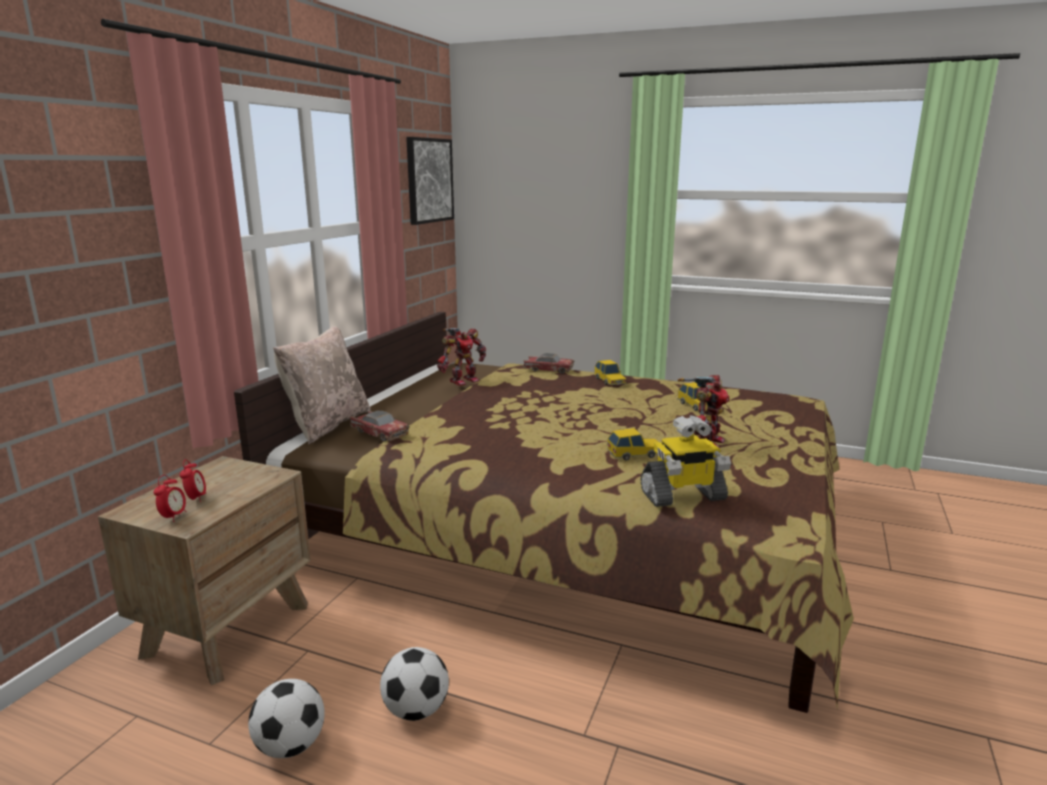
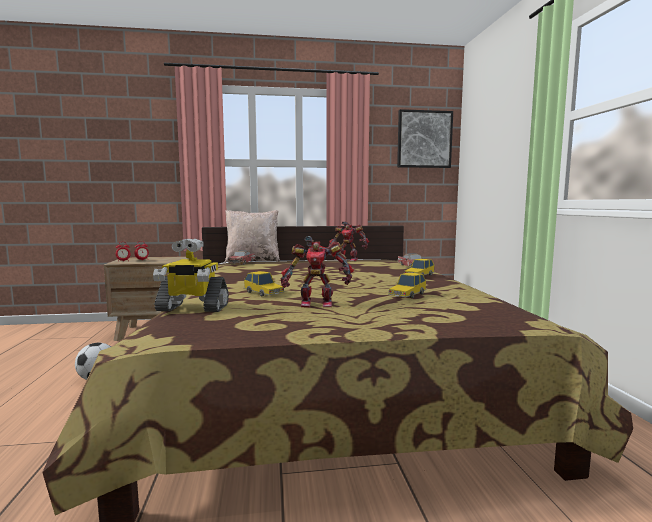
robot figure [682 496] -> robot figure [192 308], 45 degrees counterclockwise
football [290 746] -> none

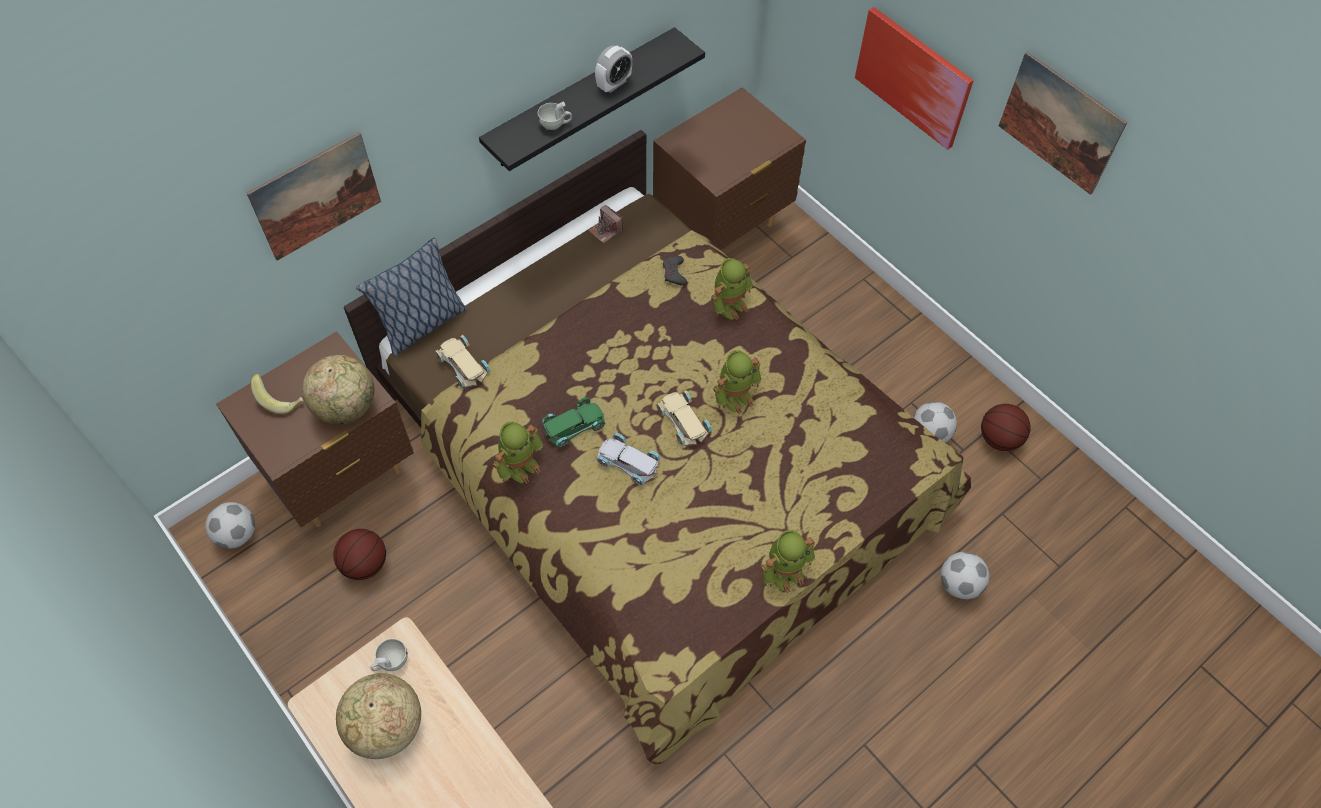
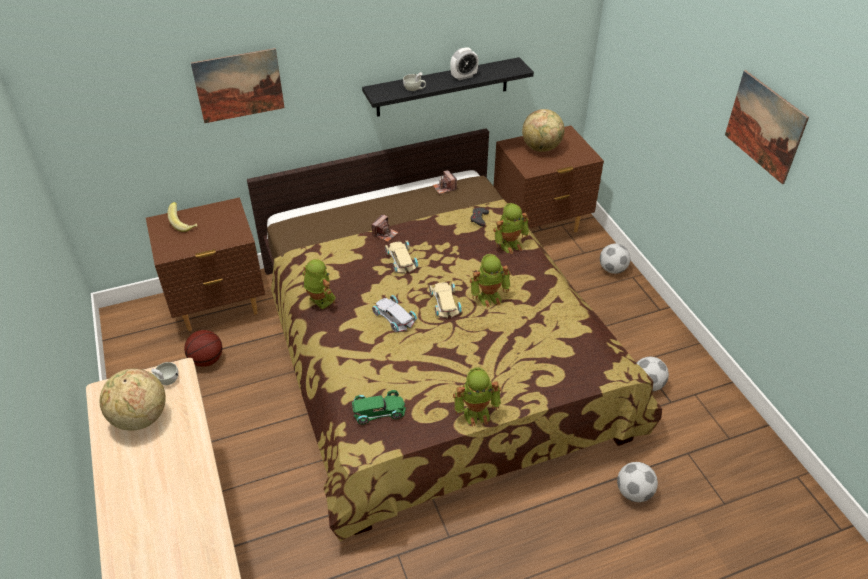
wall picture [913 77] -> none
throw pillow [422 325] -> none
sand-coloured toy car [463 363] -> sand-coloured toy car [401 259], moved
globe [346 407] -> globe [541 148], moved
green-coloured toy car [575 425] -> green-coloured toy car [379 411], moved
basketball [999 439] -> none
robot figure [520 465] -> robot figure [319 301], 105 degrees counterclockwise
football [237 535] -> football [612 269], moved
none -> still camera [385 234]

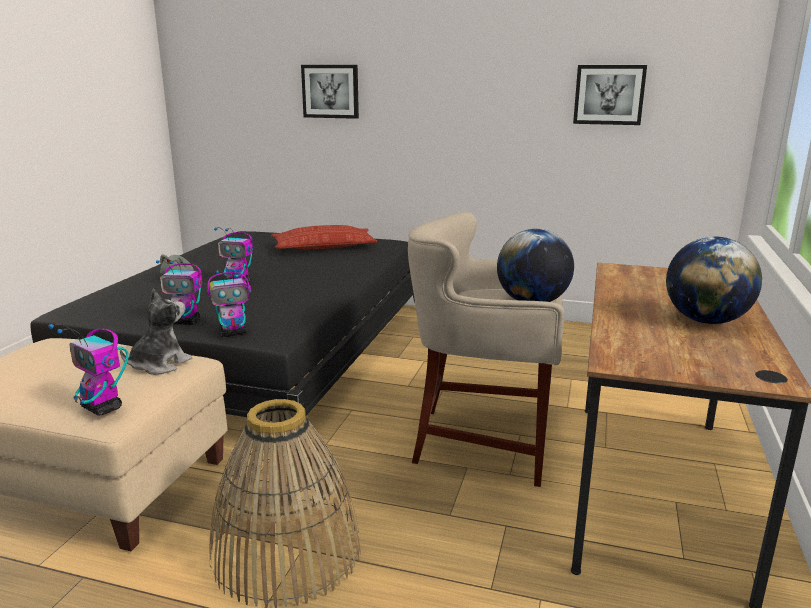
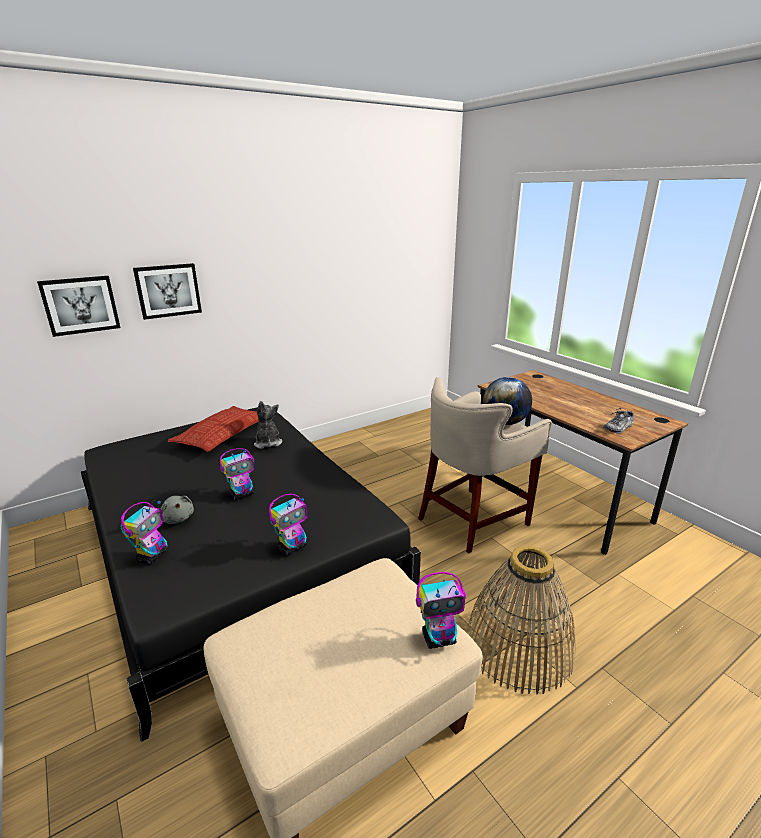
wall picture [609 94] -> wall picture [80 305], moved
globe [706 321] -> none
robot figure [233 333] -> robot figure [153 556], moved
cuddly toy [159 365] -> cuddly toy [268 443], moved
none -> shoe [618 428]

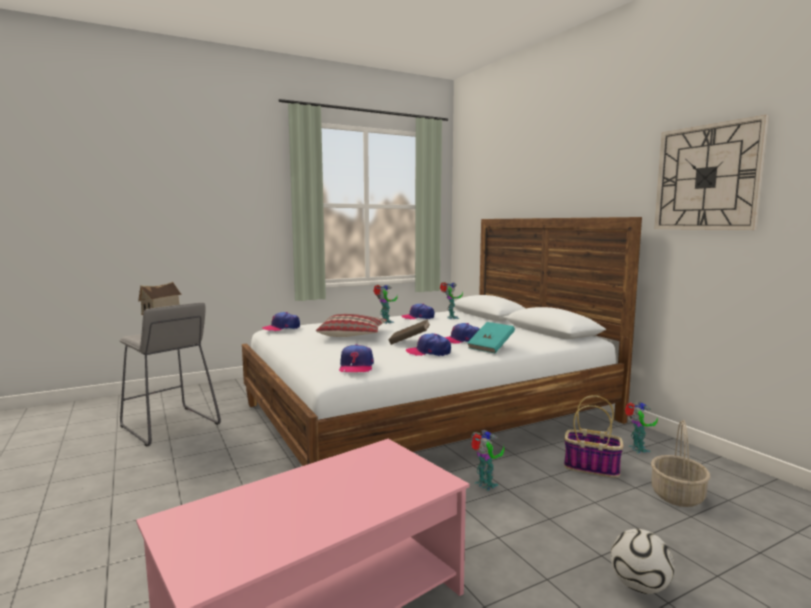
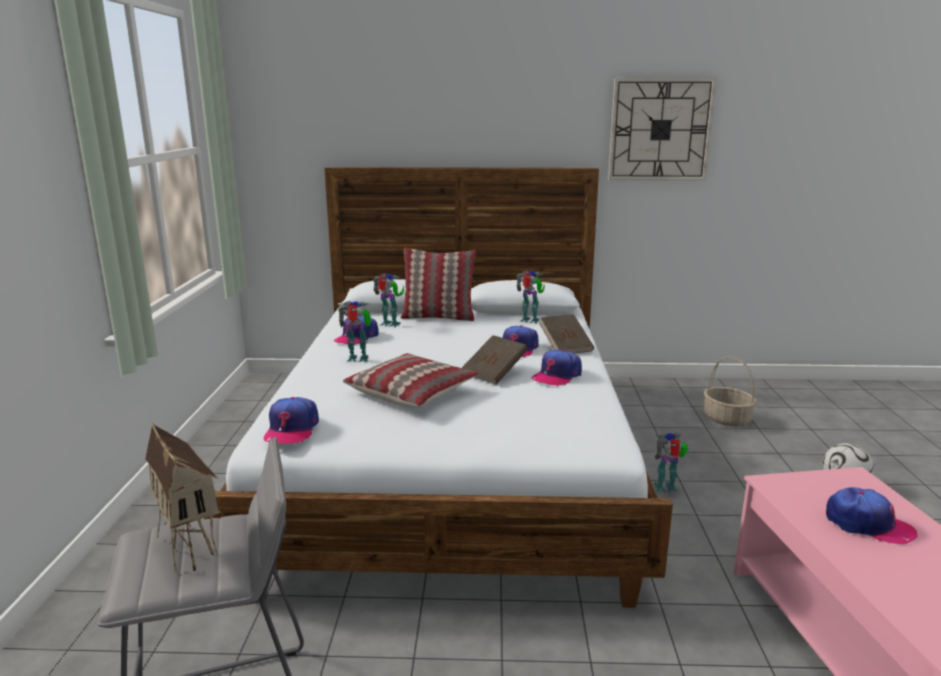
blue-green bound book [491 347] -> brown bound book [565 346]
cap [356 367] -> cap [868 524], moved
household basket [592 467] -> none
robot figure [637 449] -> robot figure [530 321], moved
none -> throw pillow [438 317]

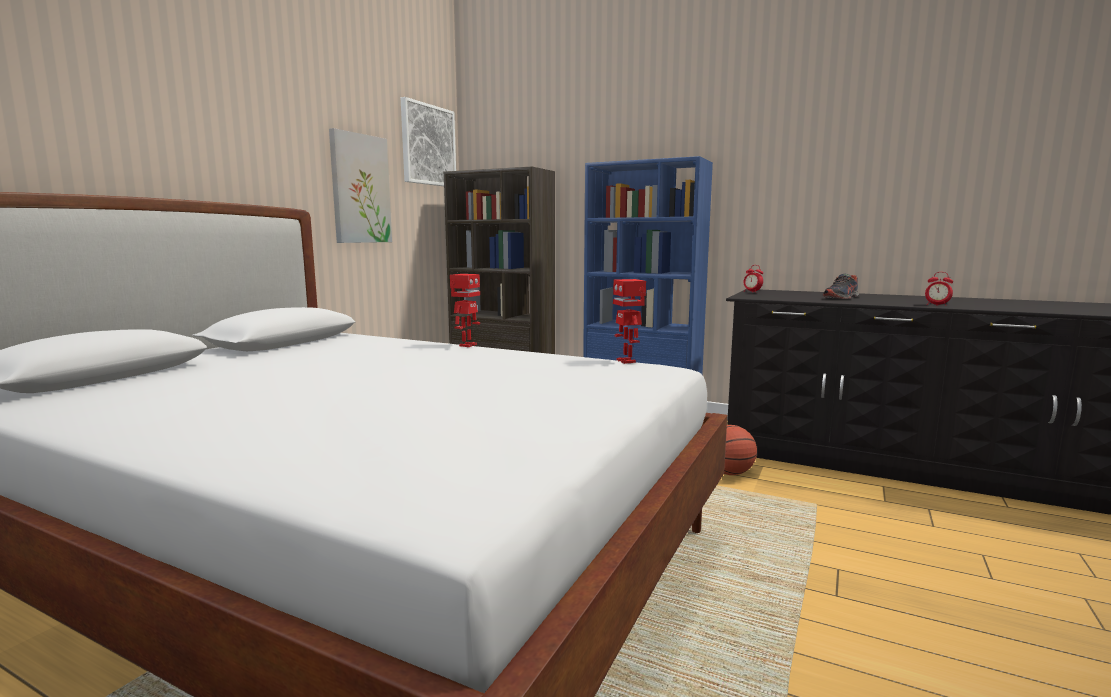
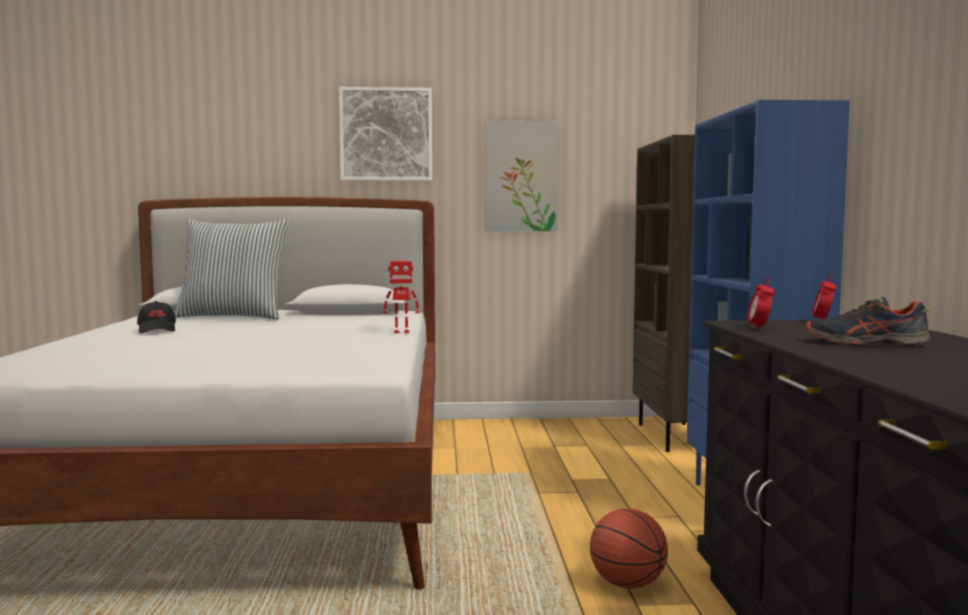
wall picture [428 145] -> wall picture [386 134], moved
bedside clock [937 305] -> bedside clock [759 328], moved
robot figure [627 361] -> none
none -> throw pillow [233 317]
none -> black cap [157 330]

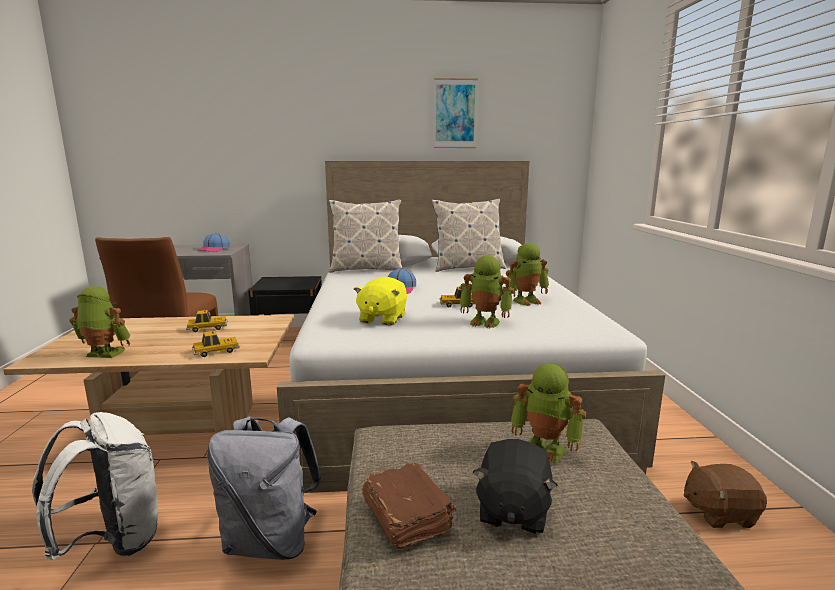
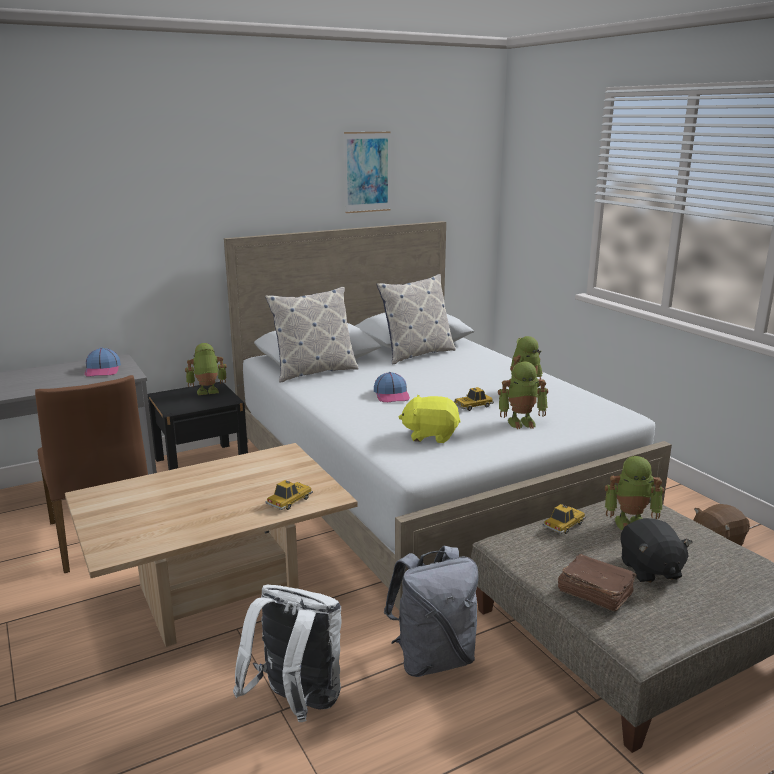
yellow cuddly toy [382 319] -> yellow cuddly toy [430 435], 105 degrees clockwise
robot figure [103 354] -> robot figure [207 392], moved
toy car [207 328] -> toy car [563 525], moved

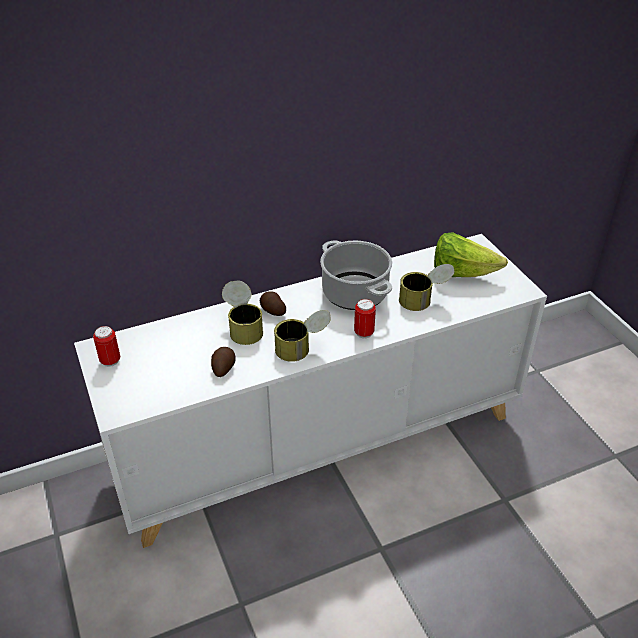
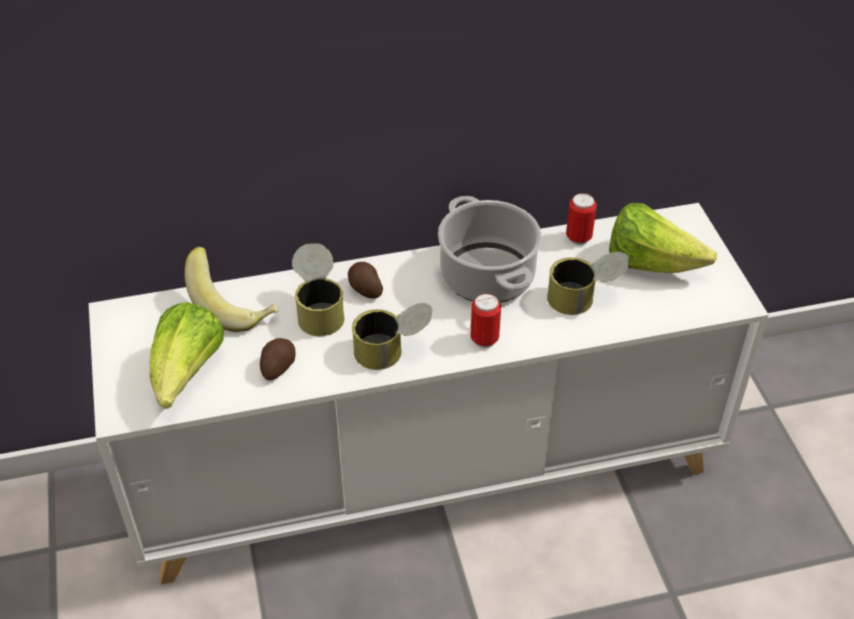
metal can [110 361] -> metal can [578 238], moved
none -> banana [234 307]
none -> head of lettuce [187 375]

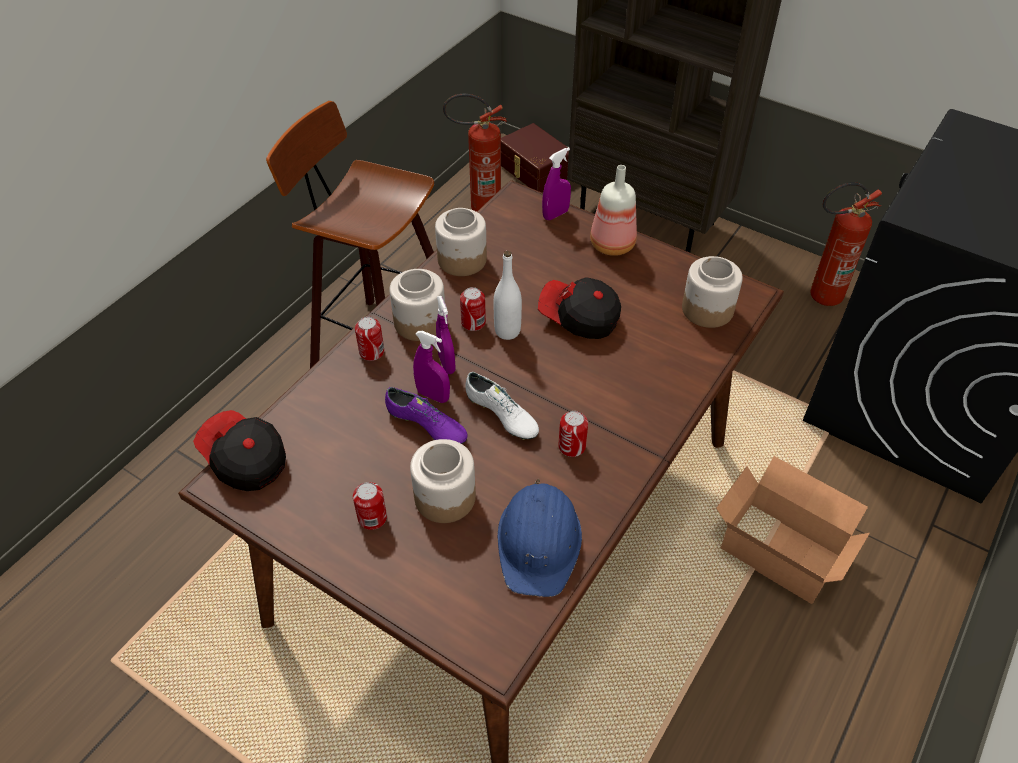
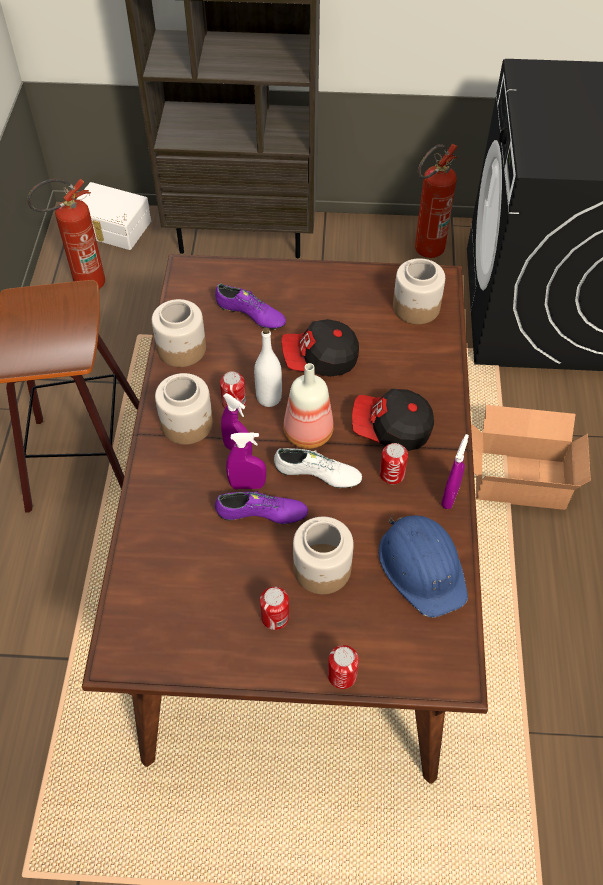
brown storage bin [534 170] -> whitish storage bin [112 228]
purple-coloured sprayer [555 214] -> purple-coloured sprayer [450 496], moved
beverage bottle [611 245] -> beverage bottle [308 434], moved
metal can [371 352] -> metal can [342 675], moved
cap [244 460] -> cap [391 429], moved
none -> purple-coloured shoe [251 315]

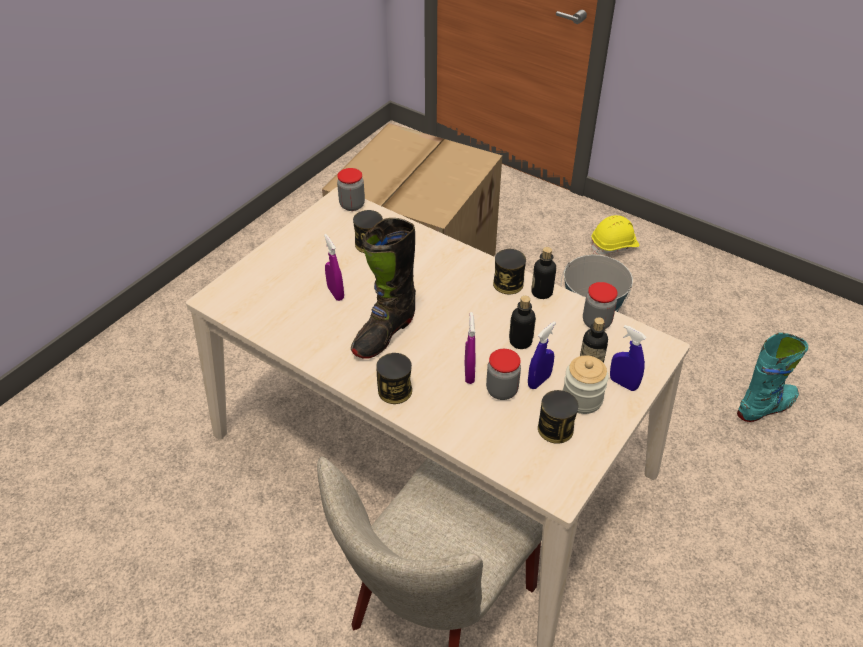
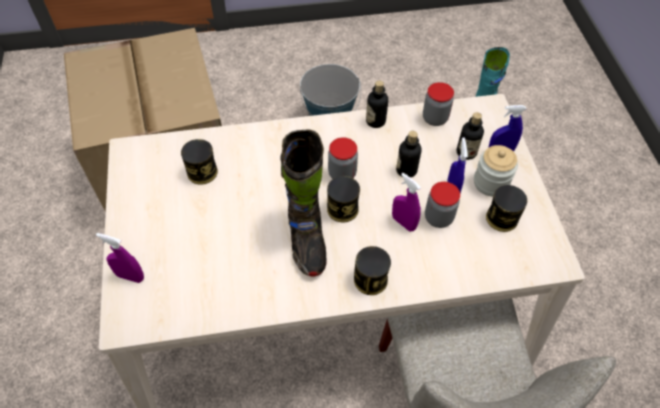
jar [352 205] -> jar [342 174], moved
yellow safety helmet [614 245] -> none
purple-coloured sprayer [335 293] -> purple-coloured sprayer [130 276], moved
metal can [508 284] -> metal can [342 209], moved

